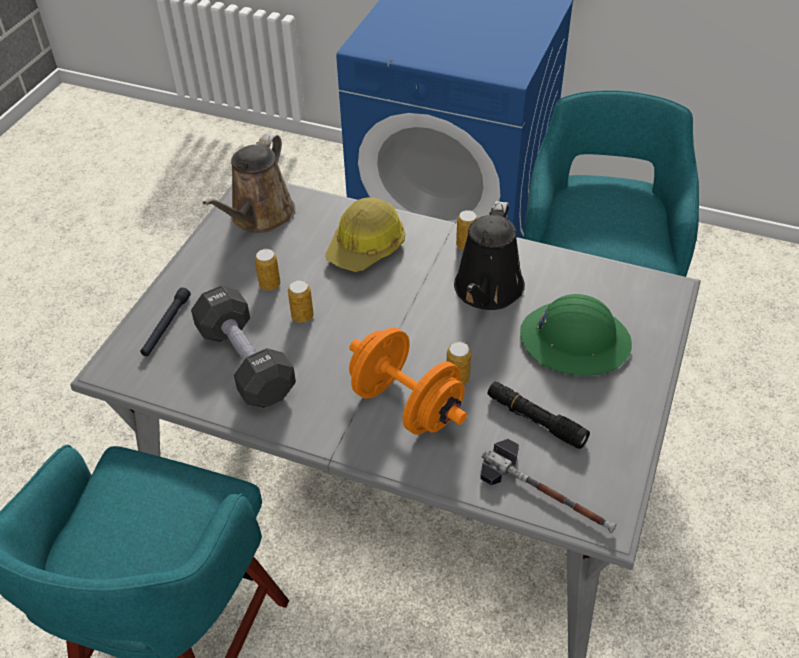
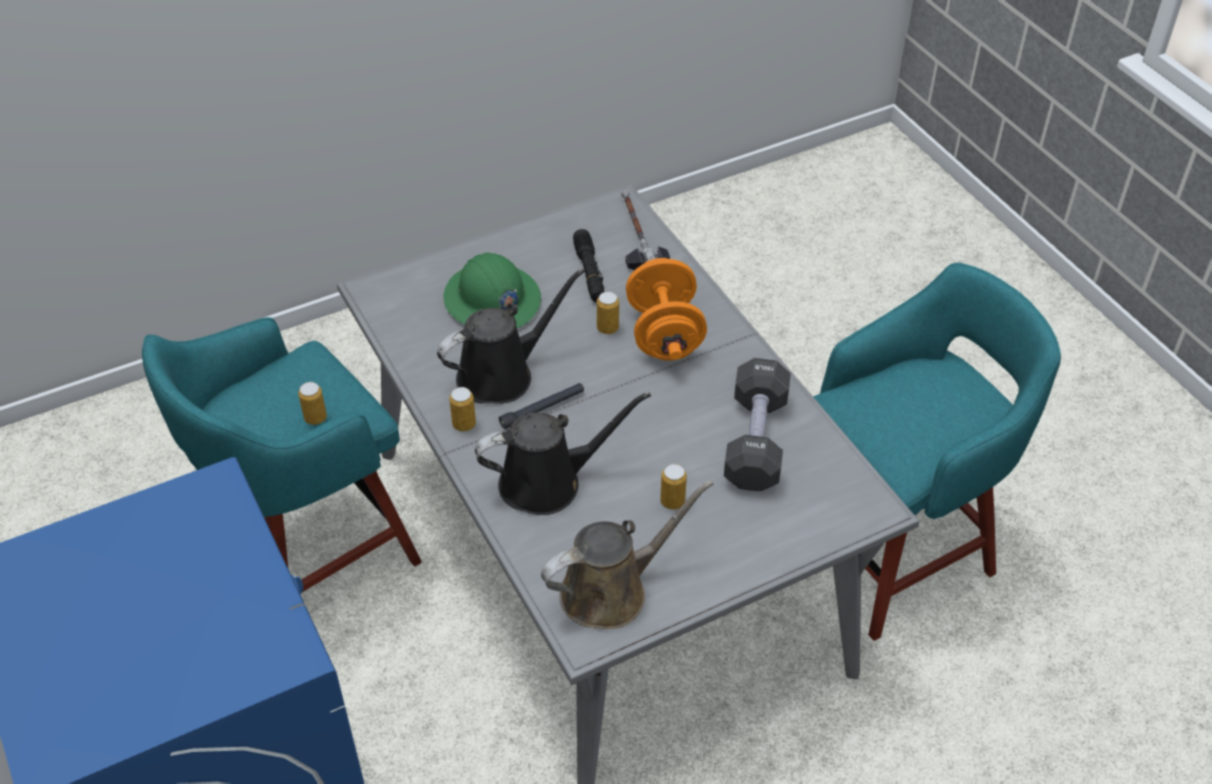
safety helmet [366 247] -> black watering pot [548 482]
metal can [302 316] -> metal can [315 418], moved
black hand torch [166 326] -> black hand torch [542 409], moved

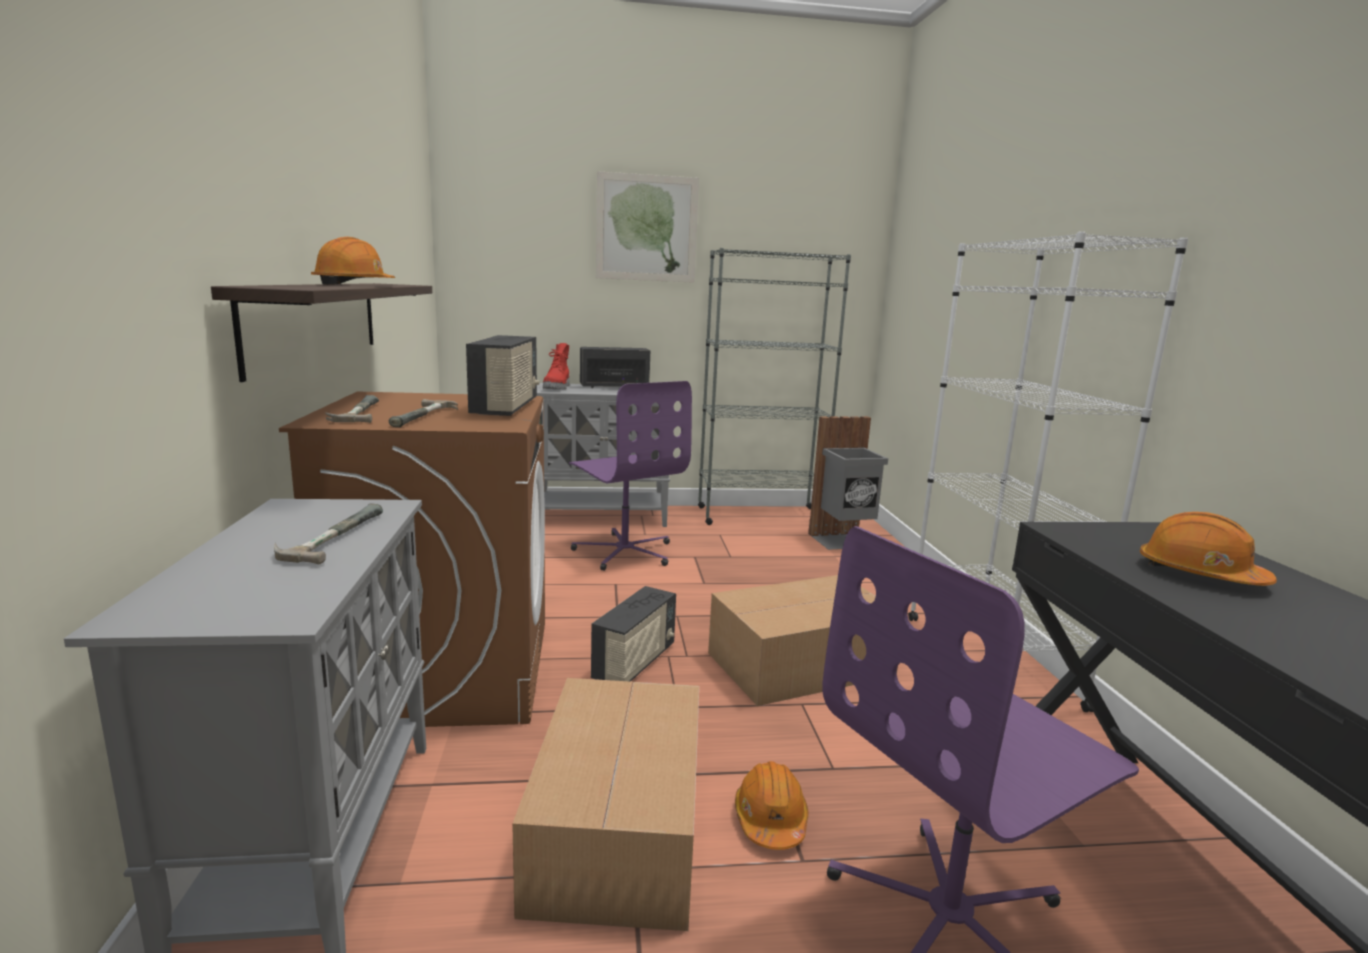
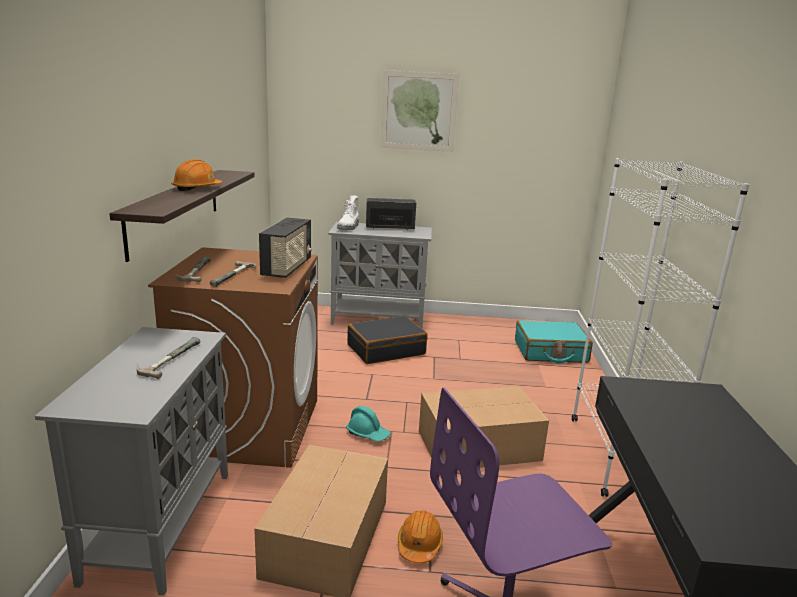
grey bookcase [760 516] -> none
red-coloured tall boot [557 388] -> whitish tall boot [349 228]
purple-coloured office chair [625 552] -> black piece of luggage [386 349]
grey waste bin [843 541] -> blue-green piece of luggage [550 352]
orangey safety helmet [1199 574] -> none
radio receiver [635 663] -> blue-green safety helmet [368 434]

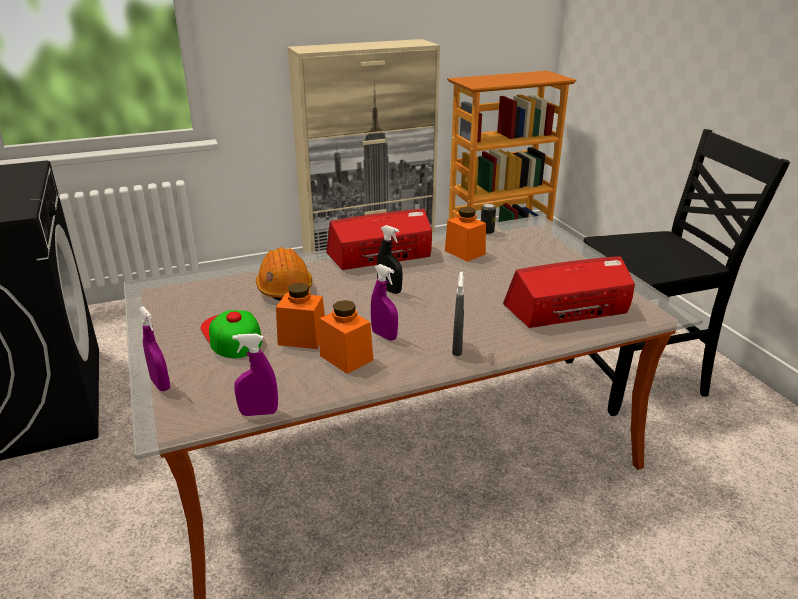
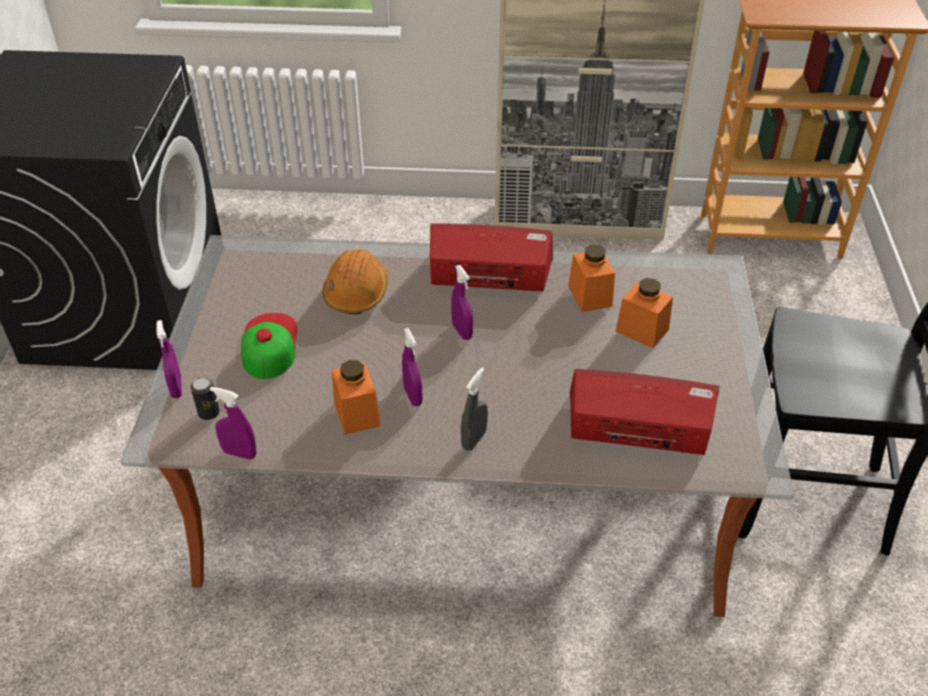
metal can [487 232] -> metal can [209 413], moved
black sprayer [389 290] -> purple-coloured sprayer [462 331]
orangey jar [302 338] -> orangey jar [642 330], moved

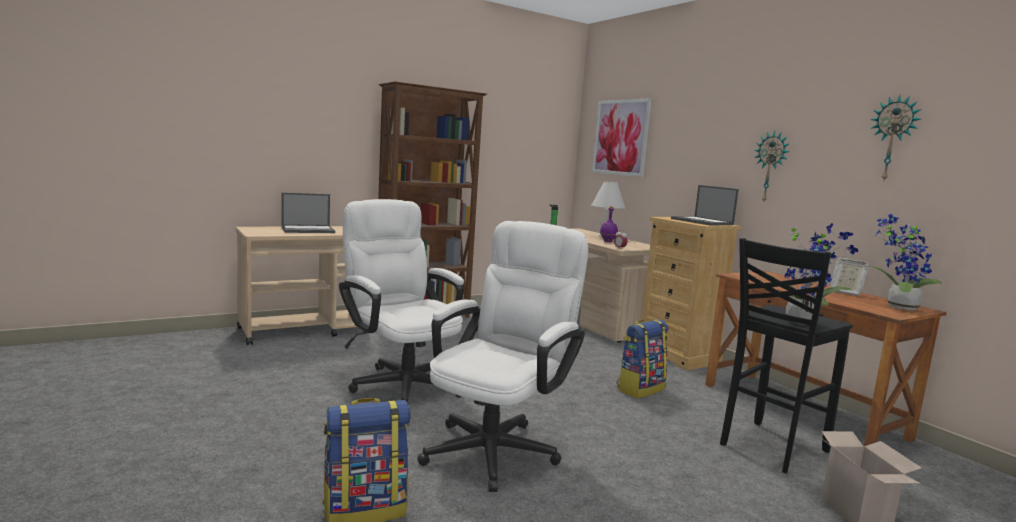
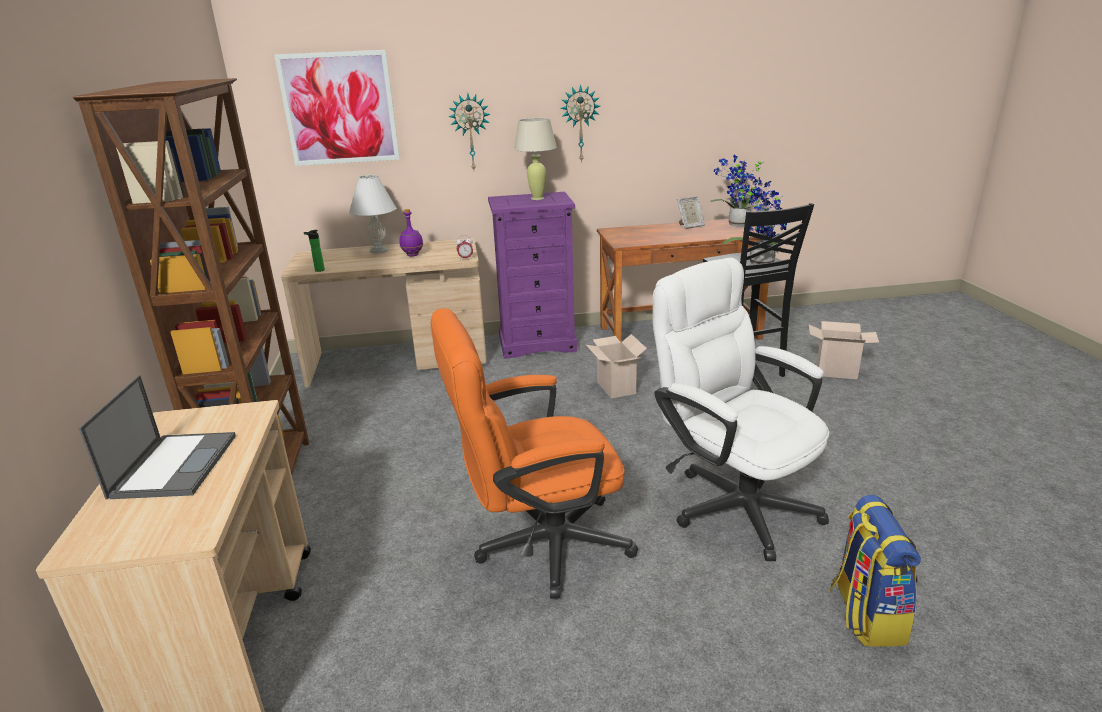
wall clock [893 139] -> wall clock [470 132], moved
notebook computer [702 222] -> sand-coloured tabletop lamp [537 198]
whitish office chair [400 383] -> orangey office chair [539 546]
sand-coloured chest of drawers [678 355] -> purple-coloured chest of drawers [537 343]
backpack [640 389] -> packing box [614 387]

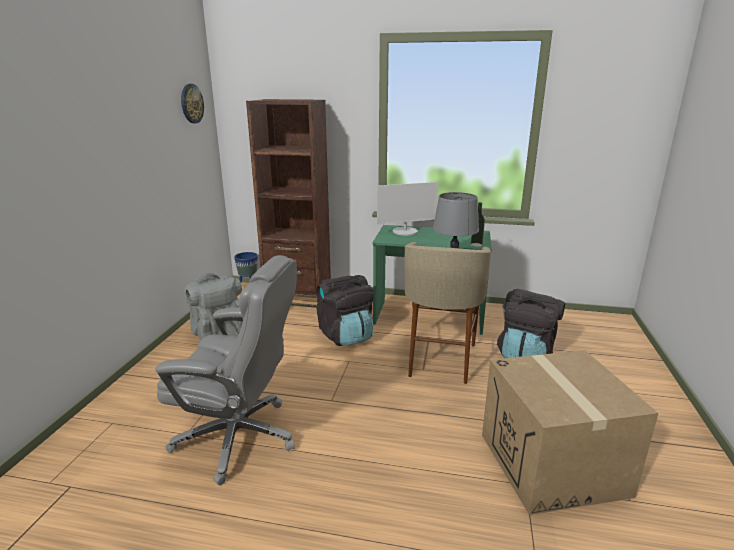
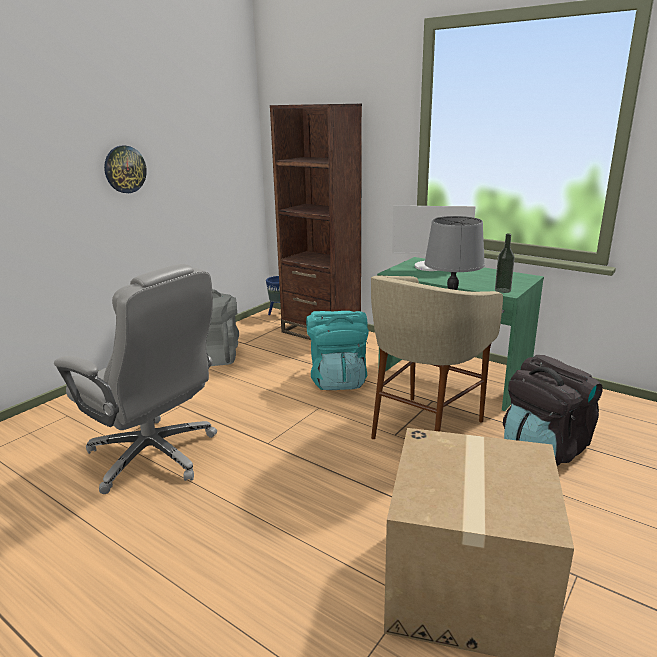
wall clock [191 103] -> wall clock [125 169], moved
black backpack [346 335] -> blue-green backpack [338 380]

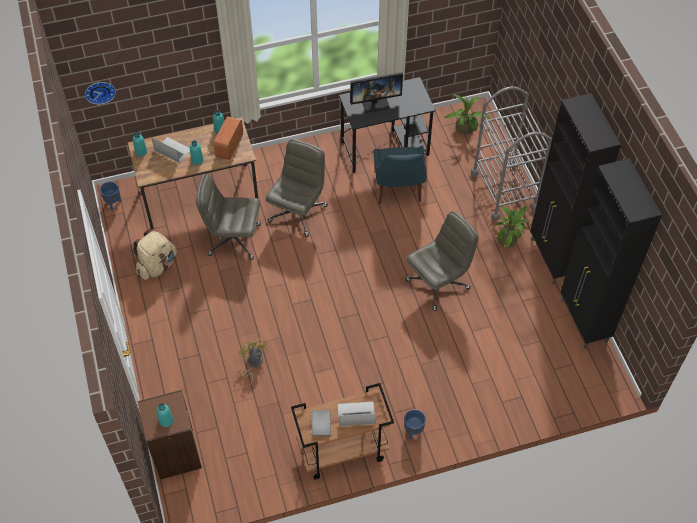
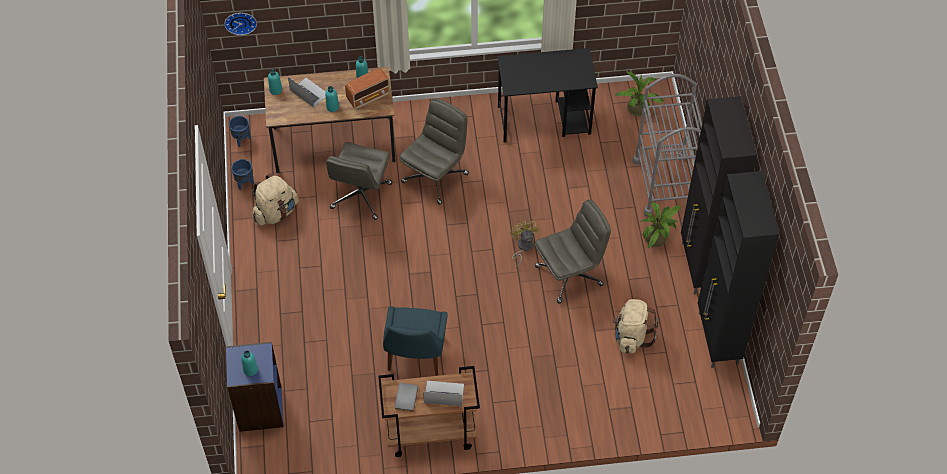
computer screen [375 102] -> none
radio receiver [229 147] -> radio receiver [369 97], 150 degrees counterclockwise
blue upright chair [398 190] -> blue upright chair [415 356], moved
grey office chair [233 239] -> grey office chair [361 196], 90 degrees counterclockwise
yellow fan [253 364] -> yellow fan [523 247], moved
brown bookcase [175 454] -> blue bookcase [259 409]
blue plant pot [413 431] -> blue plant pot [244 183], moved
none -> sand-coloured backpack [631 336]

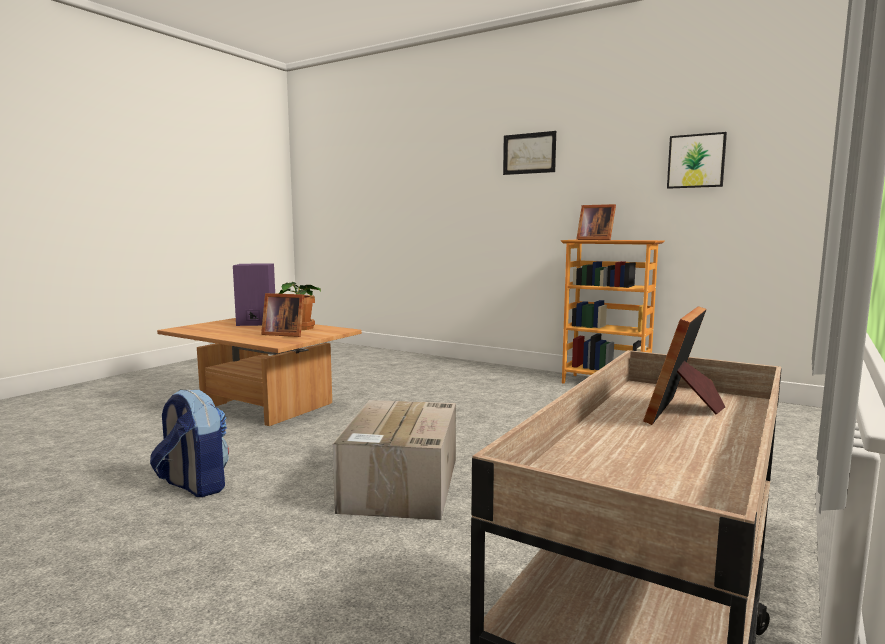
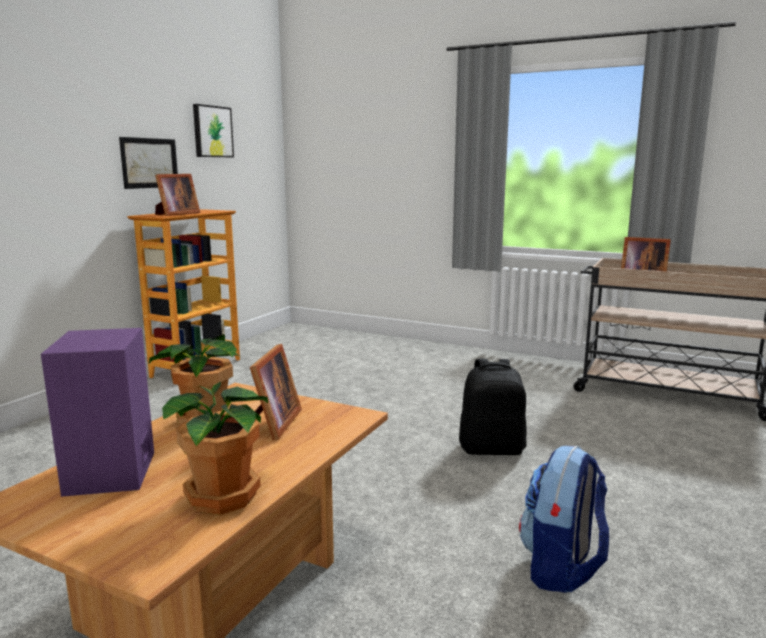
wall picture [529 153] -> wall picture [149 163], moved
packing box [401 485] -> black backpack [492 449]
none -> potted plant [226 496]

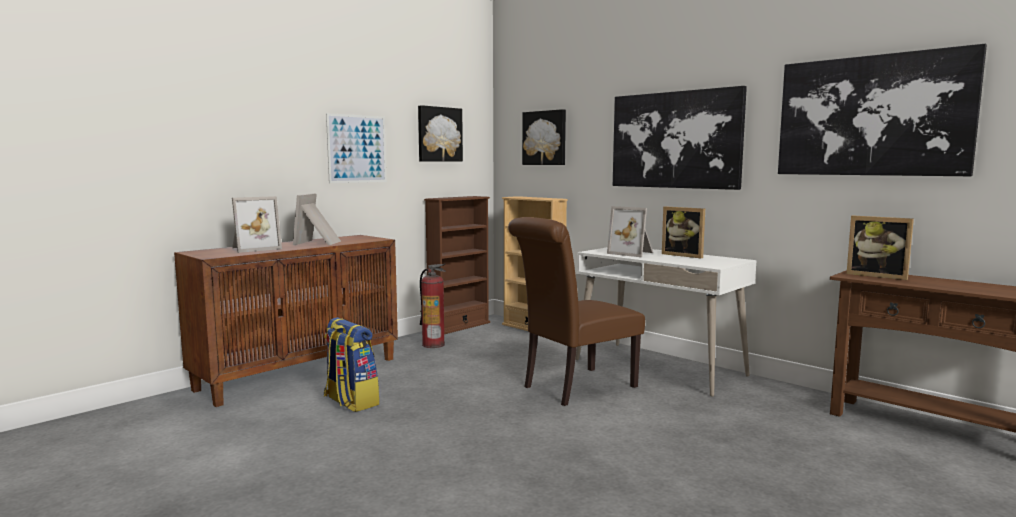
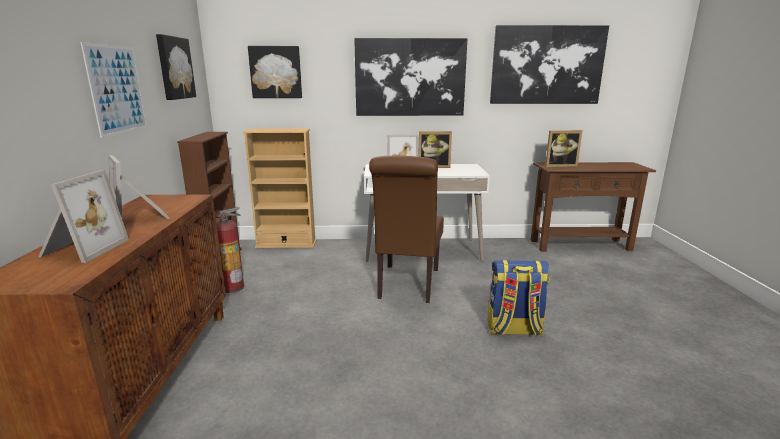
backpack [350 402] -> backpack [513 329], moved

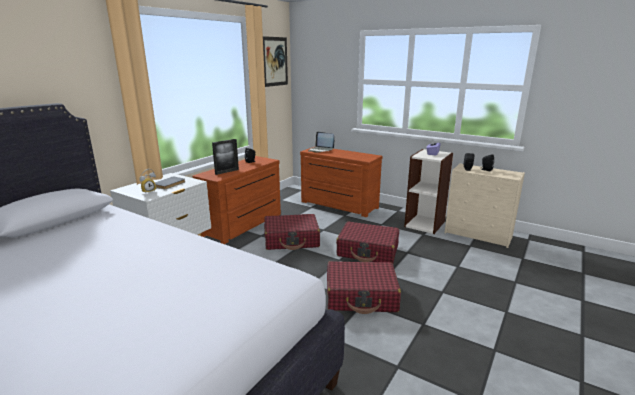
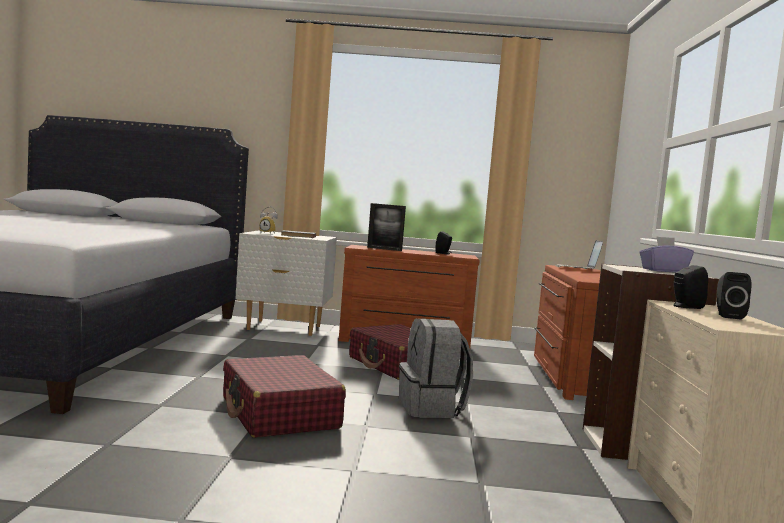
wall picture [274 61] -> none
red-coloured piece of luggage [368 251] -> grey backpack [432 408]

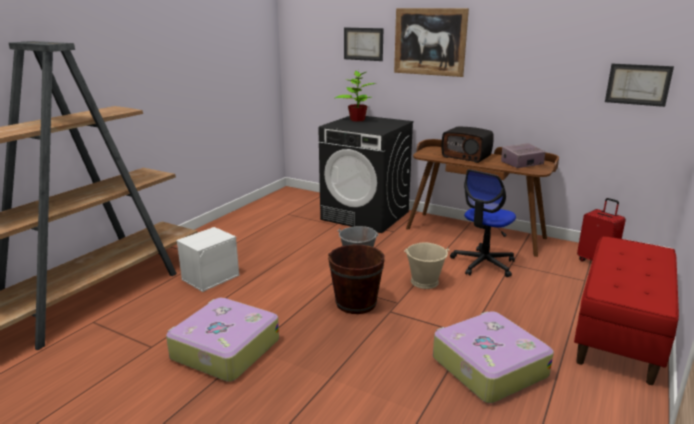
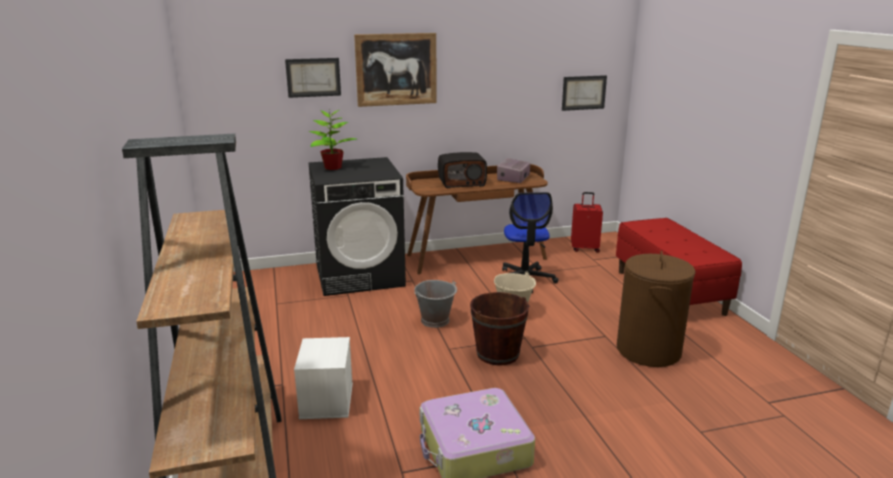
piece of luggage [487 366] -> brown hamper [649 350]

